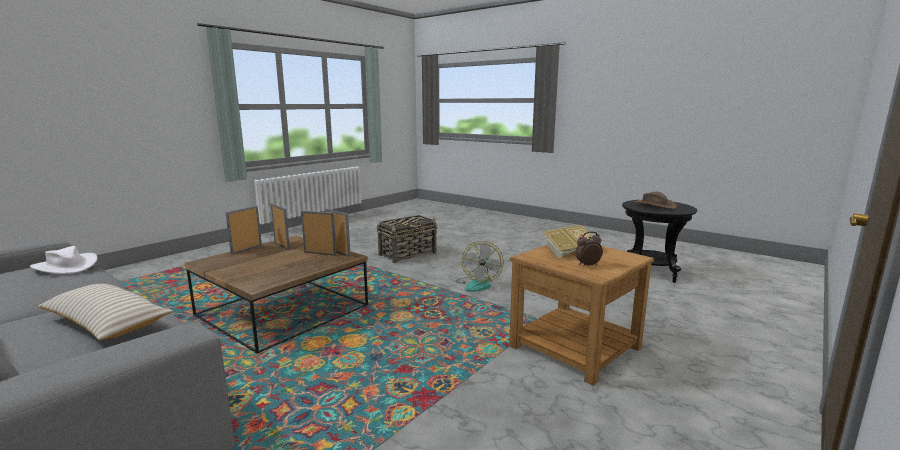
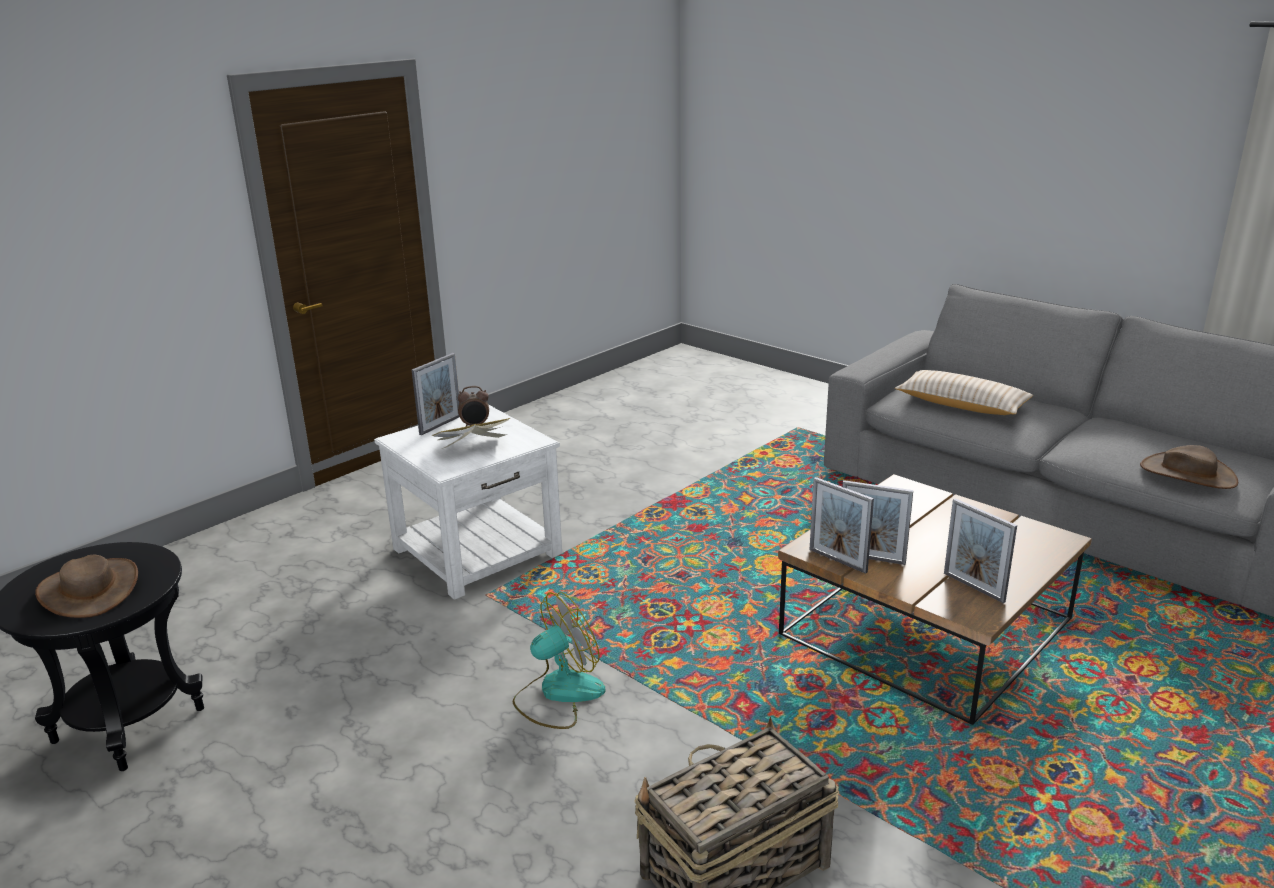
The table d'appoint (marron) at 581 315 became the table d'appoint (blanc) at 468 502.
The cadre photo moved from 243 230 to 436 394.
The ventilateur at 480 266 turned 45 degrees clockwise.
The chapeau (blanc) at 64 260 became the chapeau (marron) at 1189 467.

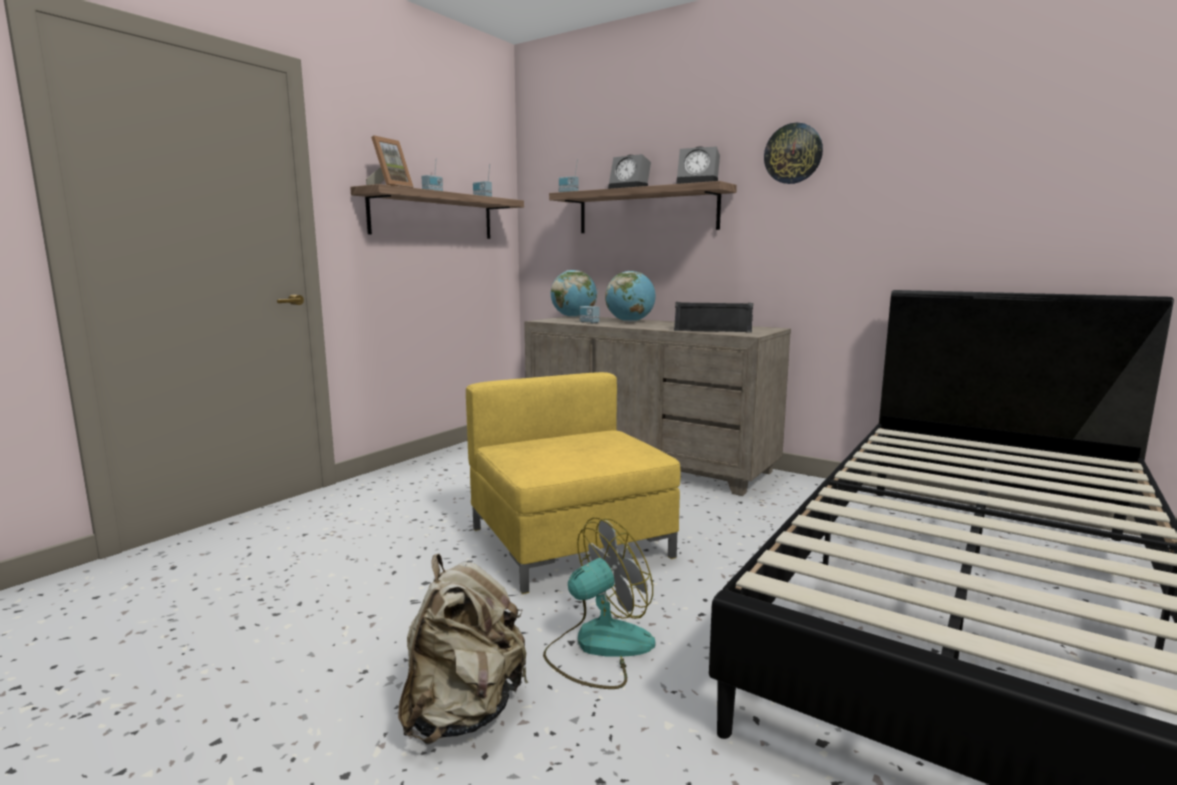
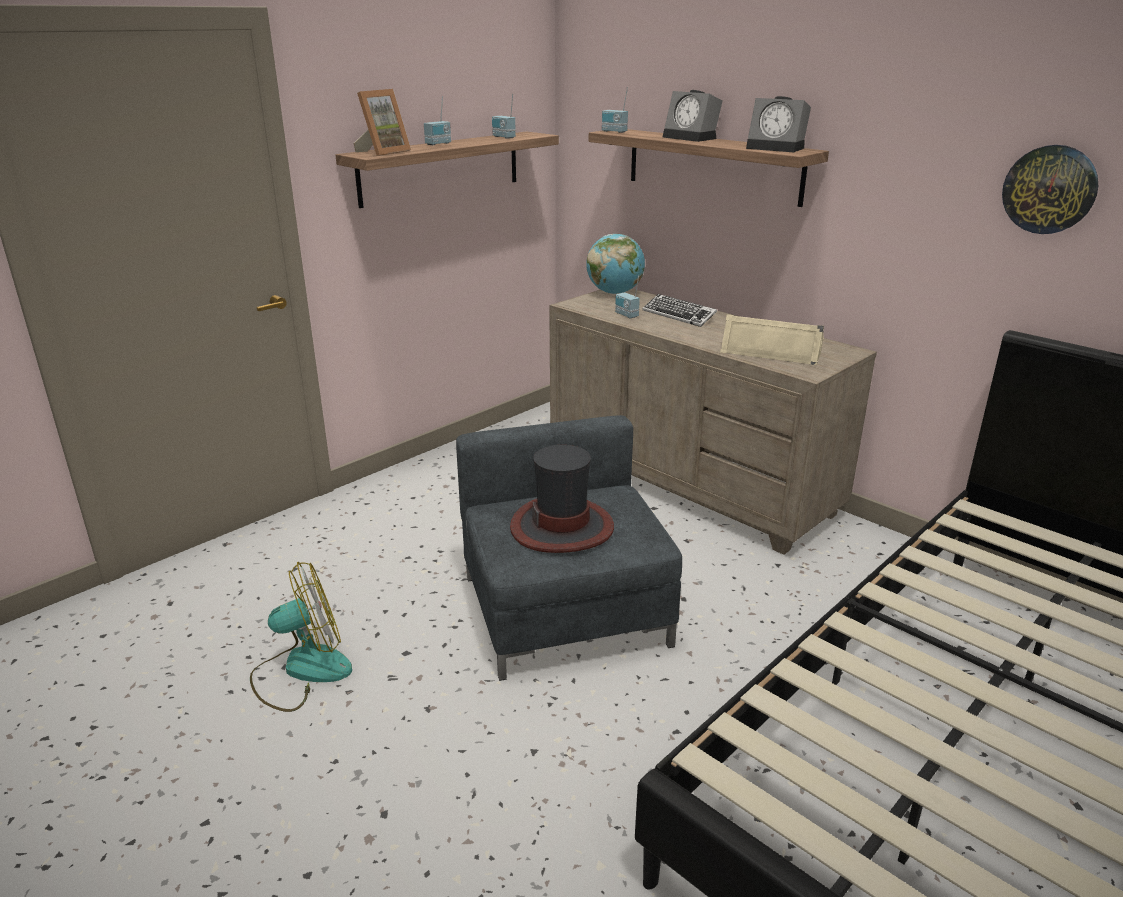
The ventilateur moved from 599 603 to 301 637.
The fauteuil (jaune) at 573 483 became the fauteuil (gris) at 569 548.
The chapeau at 562 499 appeared.
The globe at 630 296 was replaced by the clavier at 679 310.
The enceinte (noir) at 713 317 became the enceinte (beige) at 772 339.
The horloge murale moved from 793 153 to 1050 189.
The sac à dos (beige) at 463 649 disappeared.

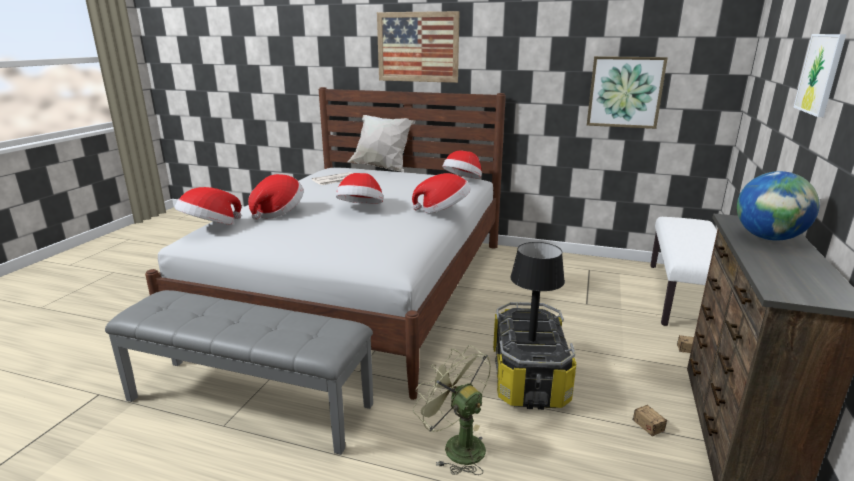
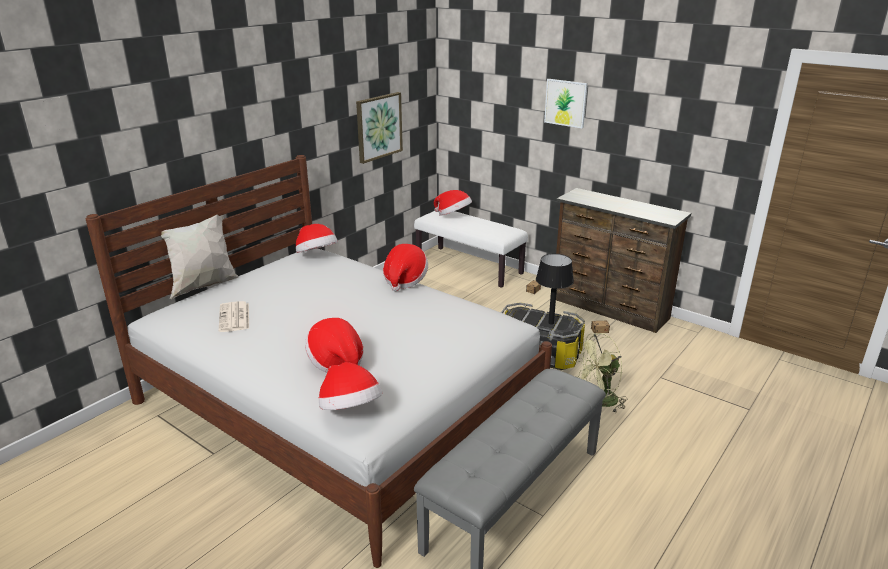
The chapeau moved from 359 188 to 453 203.
The tableau at 418 47 disappeared.
The globe at 778 206 disappeared.

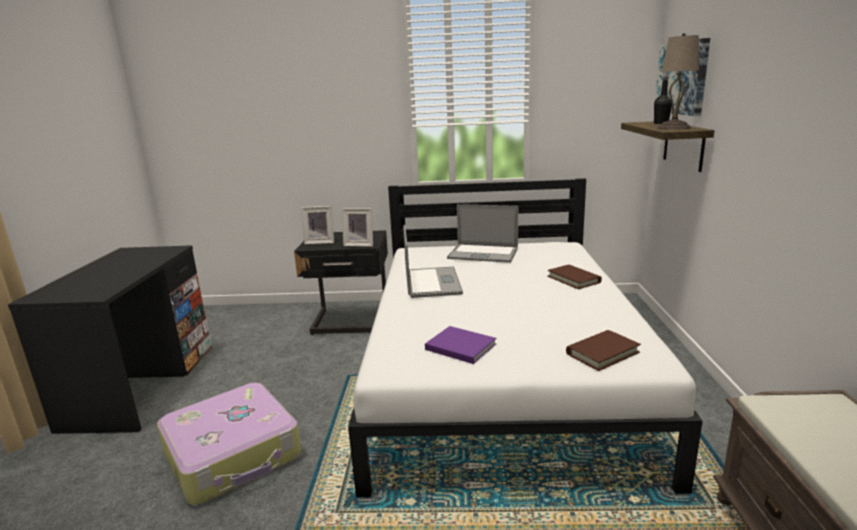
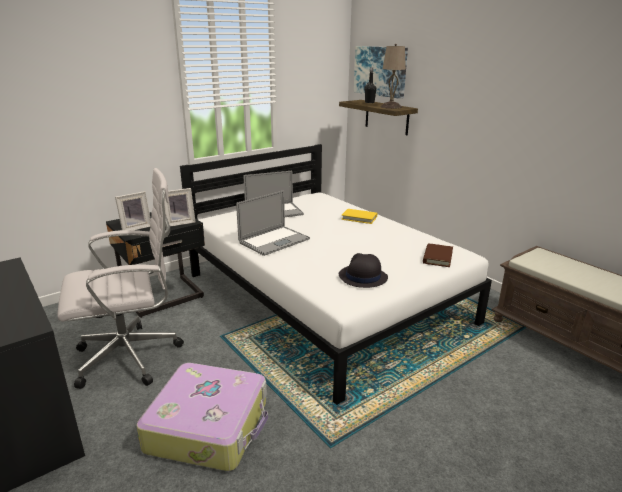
The chaise de bureau (blanc) at 120 278 appeared.
The ordinateur portable at 433 261 turned 90 degrees clockwise.
The livre (violet) at 460 345 was replaced by the chapeau (noir) at 363 270.
The livre (marron) at 575 277 became the livre (jaune) at 359 216.

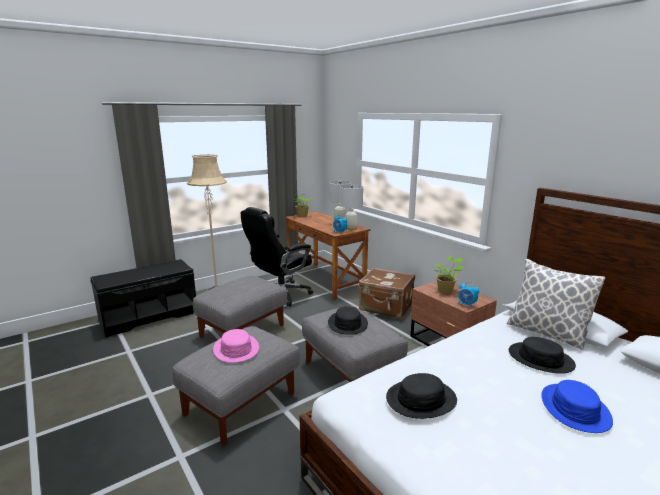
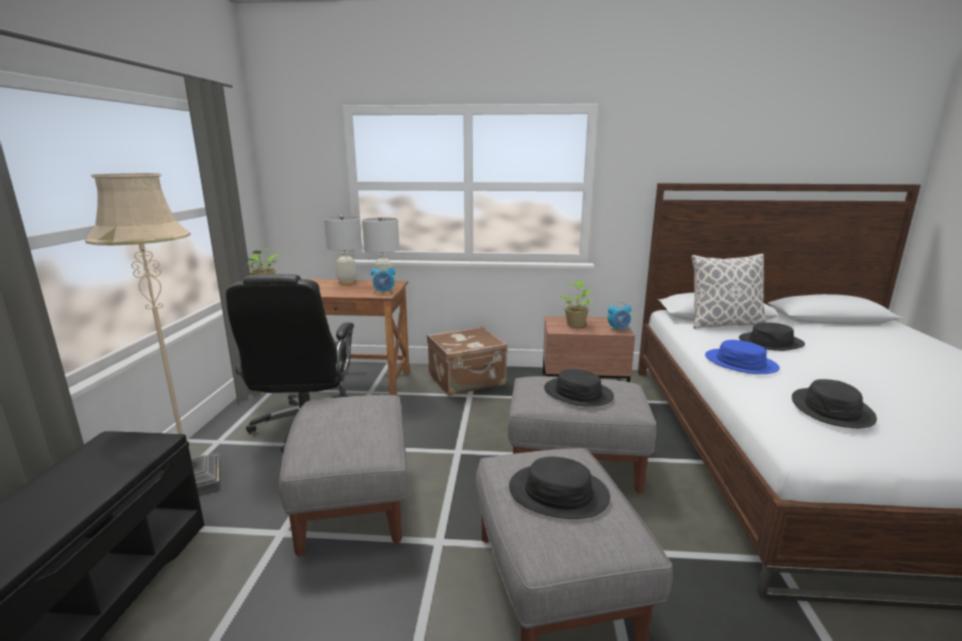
The chapeau (rose) at 236 346 became the chapeau (noir) at 559 488.
The chapeau (bleu) moved from 577 406 to 742 357.

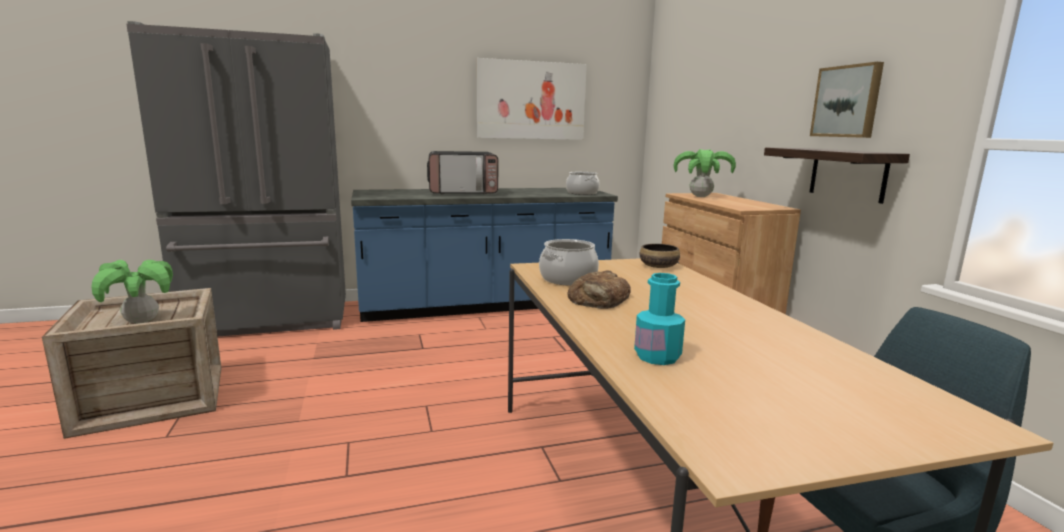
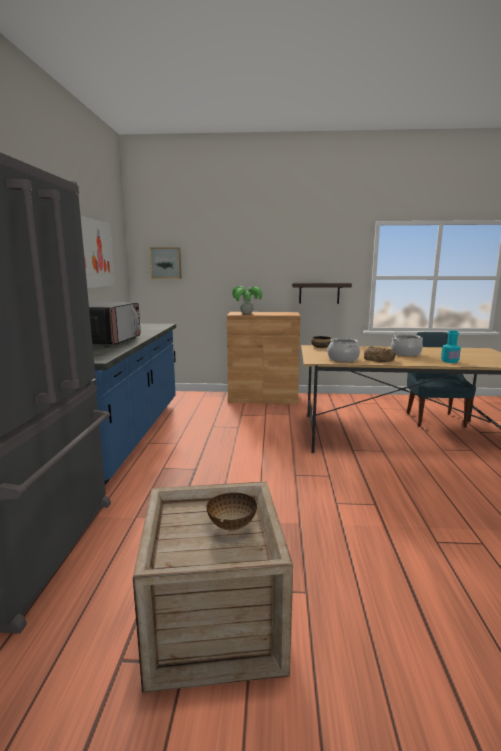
The tableau moved from 847 100 to 165 263.
The plante en pot at 132 292 was replaced by the bol at 231 511.
The marmite moved from 583 183 to 407 345.

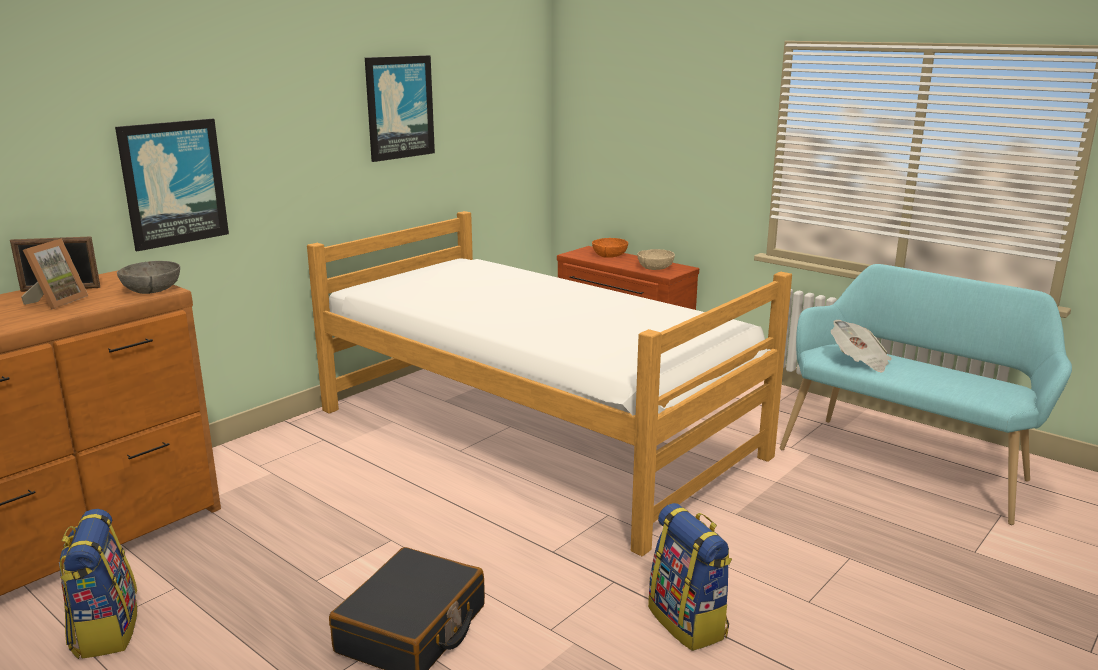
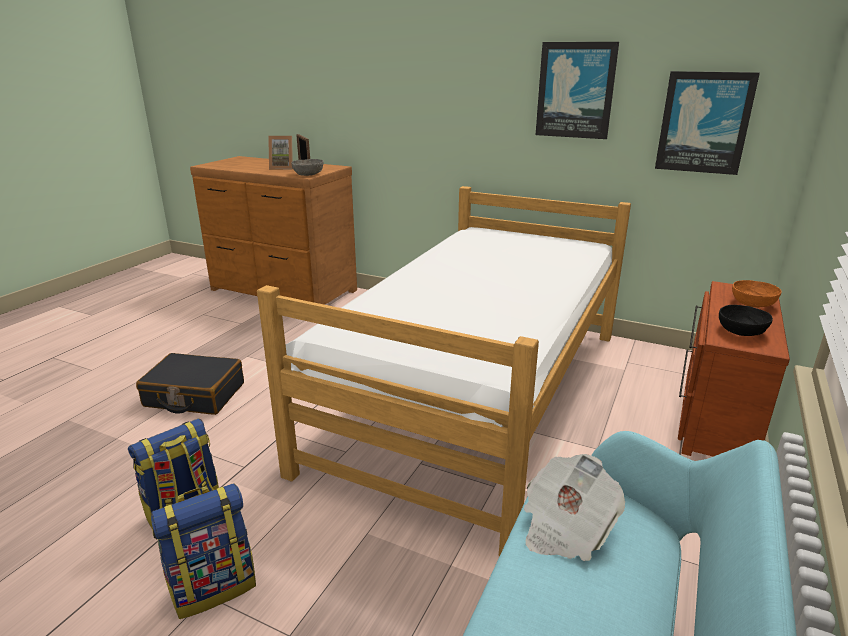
The sac à dos moved from 98 584 to 203 551.
The tableau moved from 172 185 to 707 123.
The bol (beige) at 656 259 became the bol (noir) at 746 320.

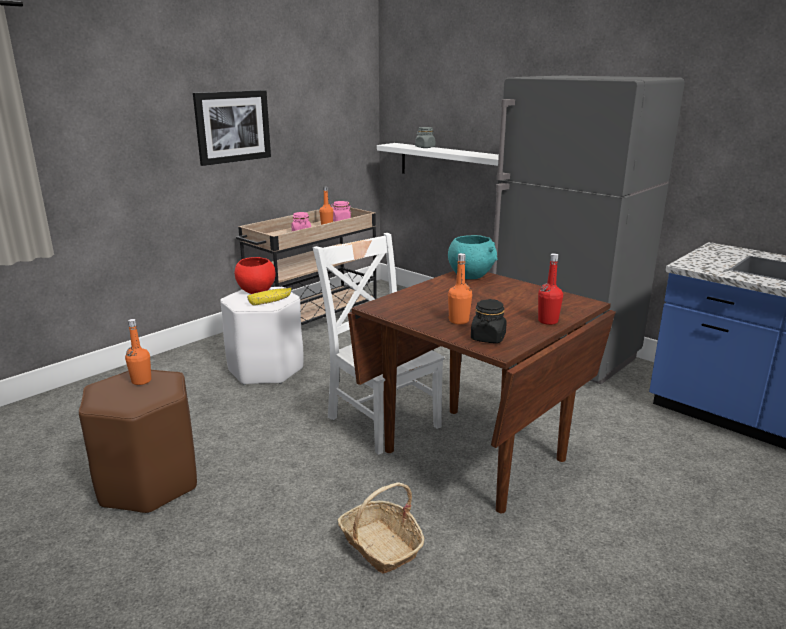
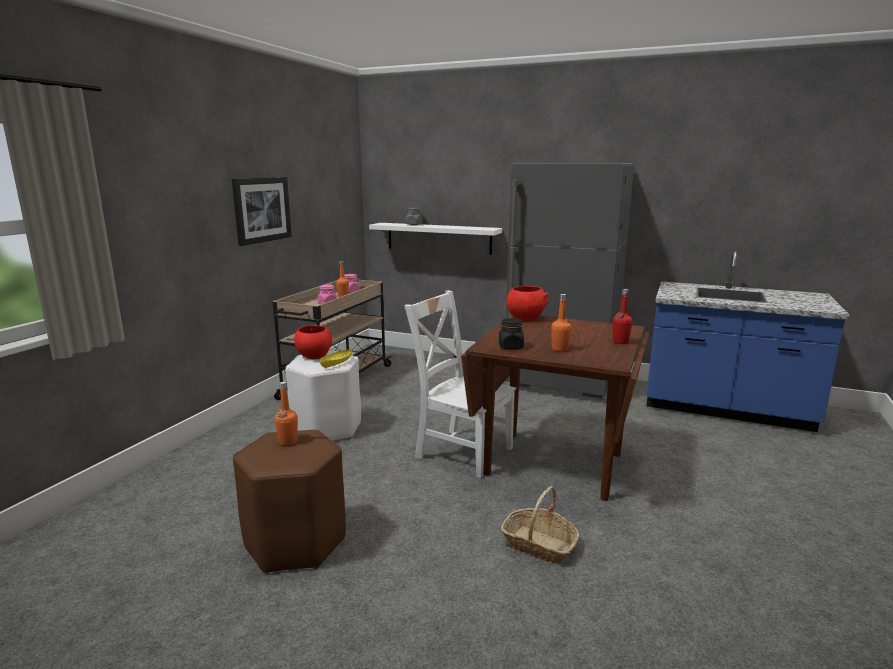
The bocal (noir) moved from 489 321 to 511 333.
The bol (turquoise) at 472 257 became the bol (rouge) at 528 303.

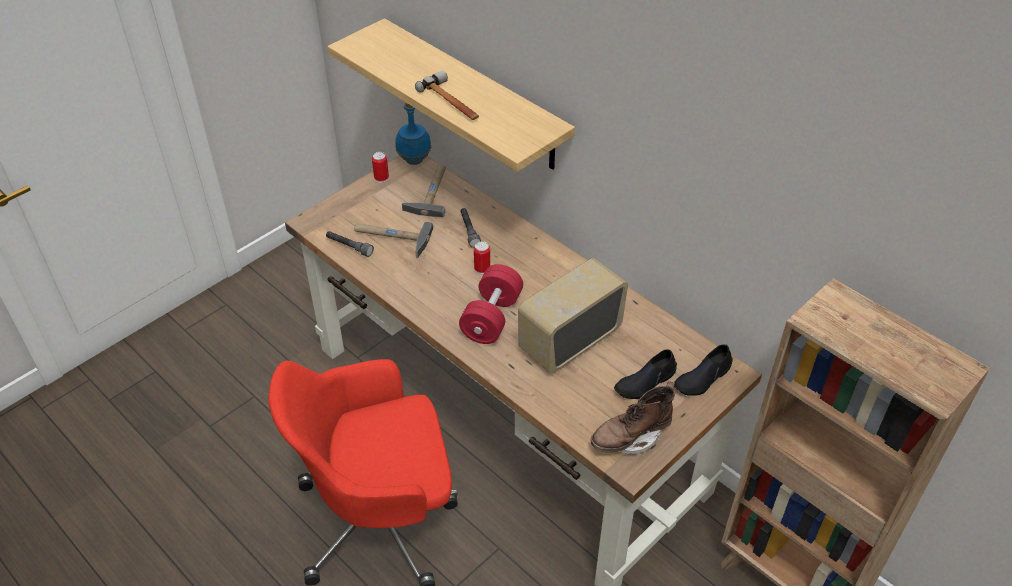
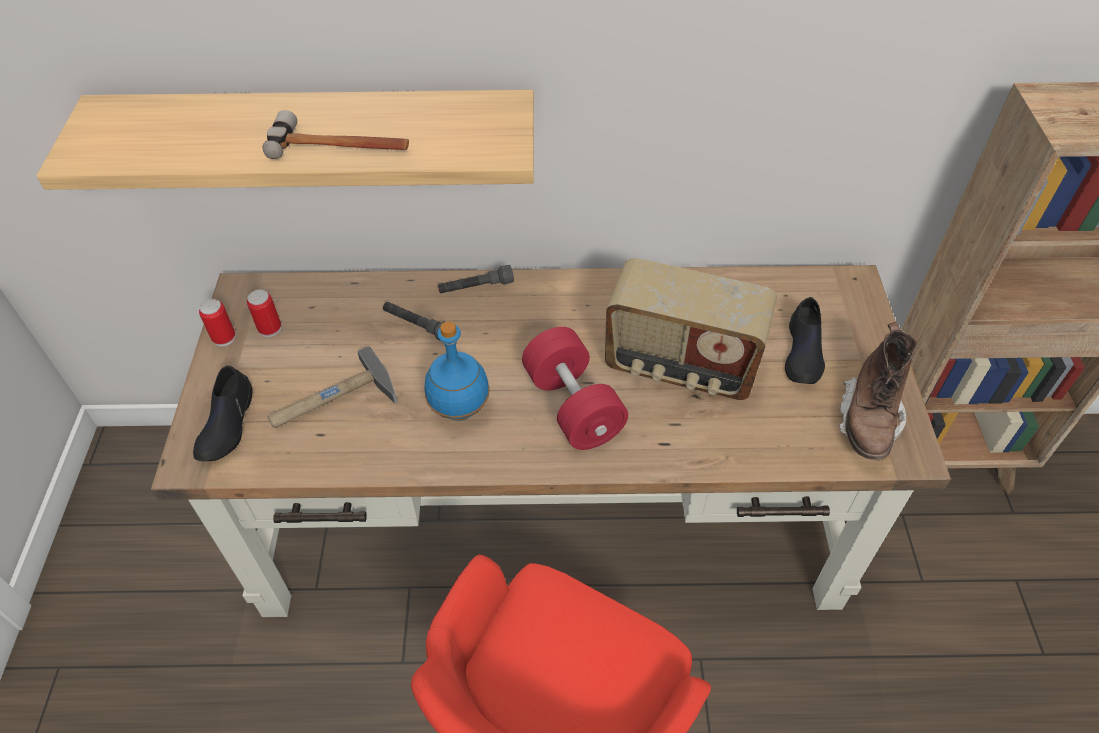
The chaussure (noir) moved from 703 370 to 222 413.
The boîte métallique moved from 482 257 to 264 313.
The bouteille (bleu) moved from 413 134 to 456 371.
The lampe de poche (gris) moved from 350 244 to 476 279.
The radio at 573 316 turned 75 degrees counterclockwise.
The marteau at 424 190 disappeared.

